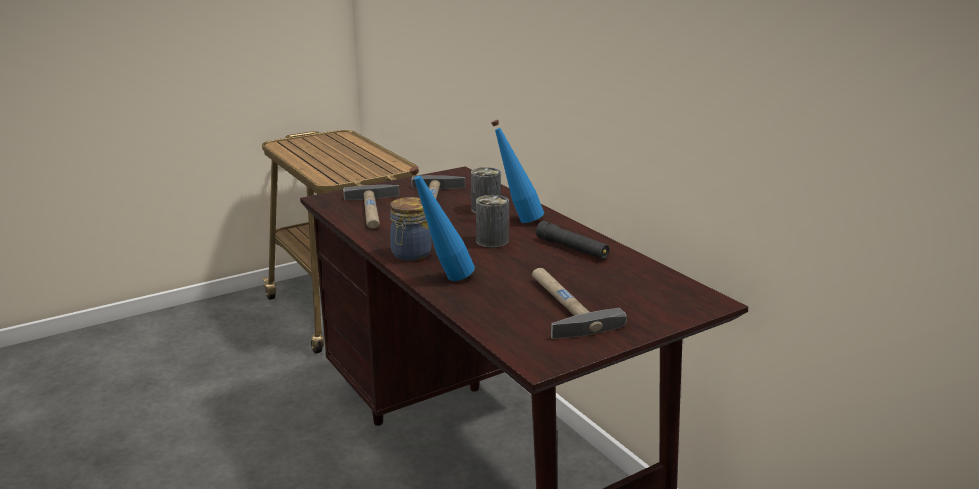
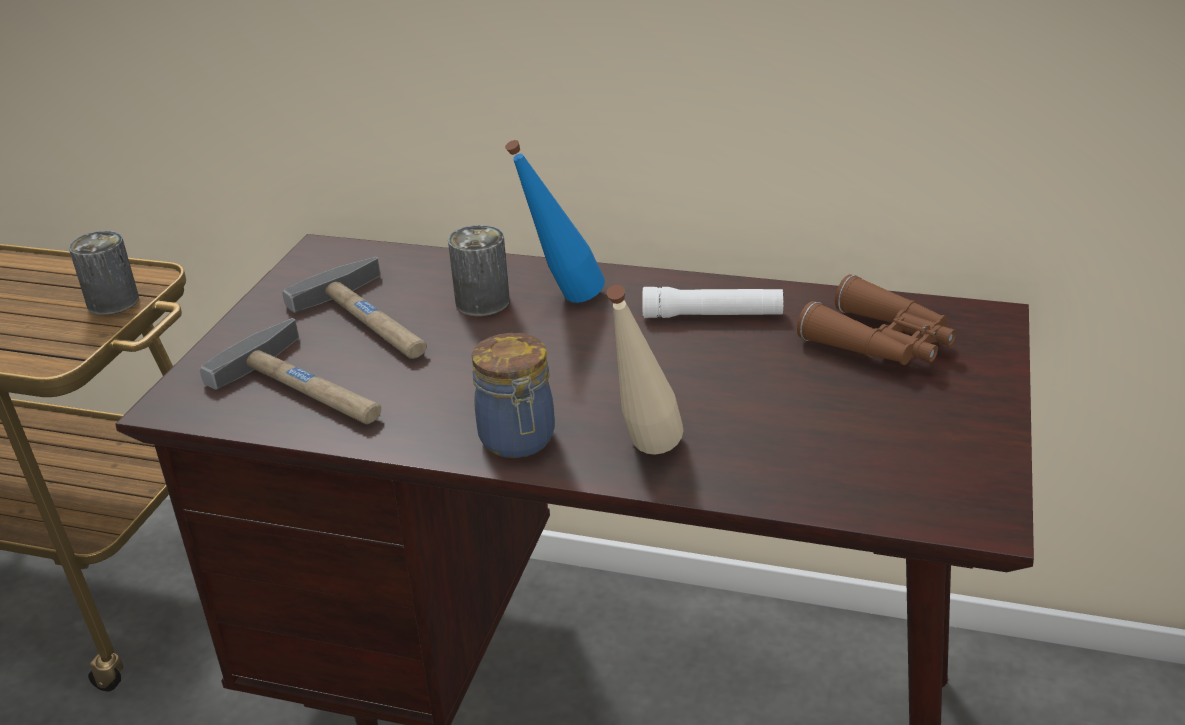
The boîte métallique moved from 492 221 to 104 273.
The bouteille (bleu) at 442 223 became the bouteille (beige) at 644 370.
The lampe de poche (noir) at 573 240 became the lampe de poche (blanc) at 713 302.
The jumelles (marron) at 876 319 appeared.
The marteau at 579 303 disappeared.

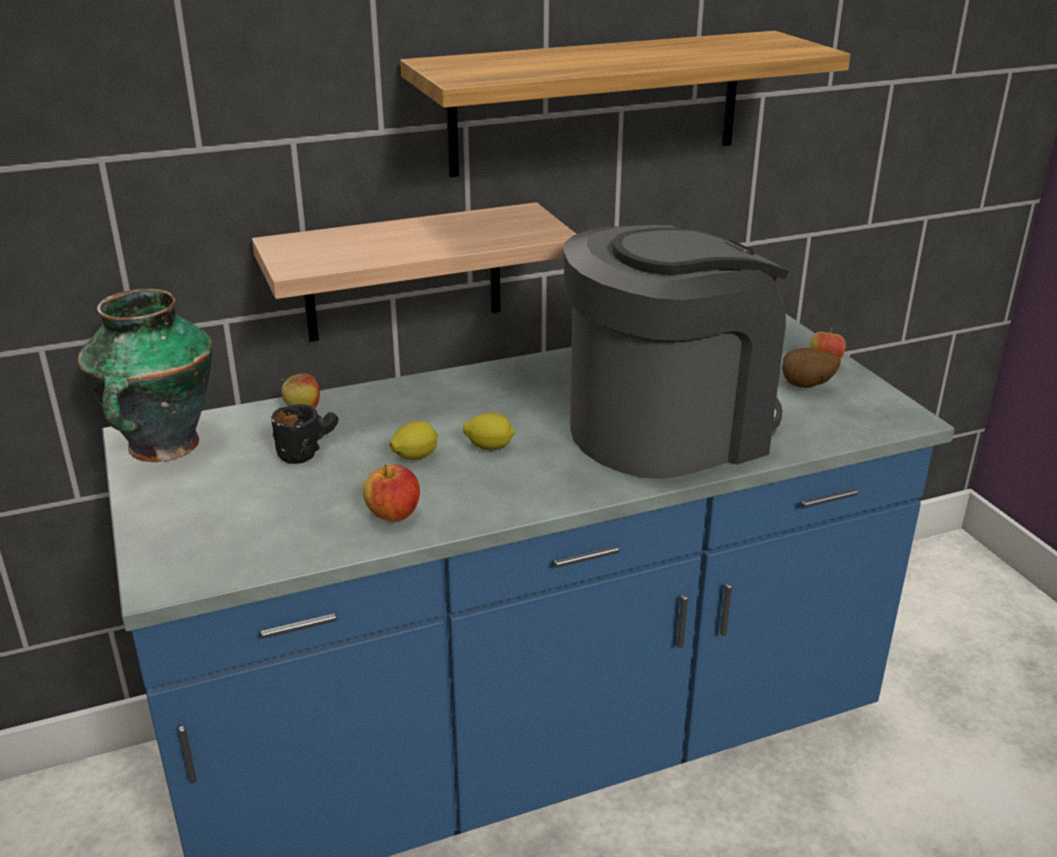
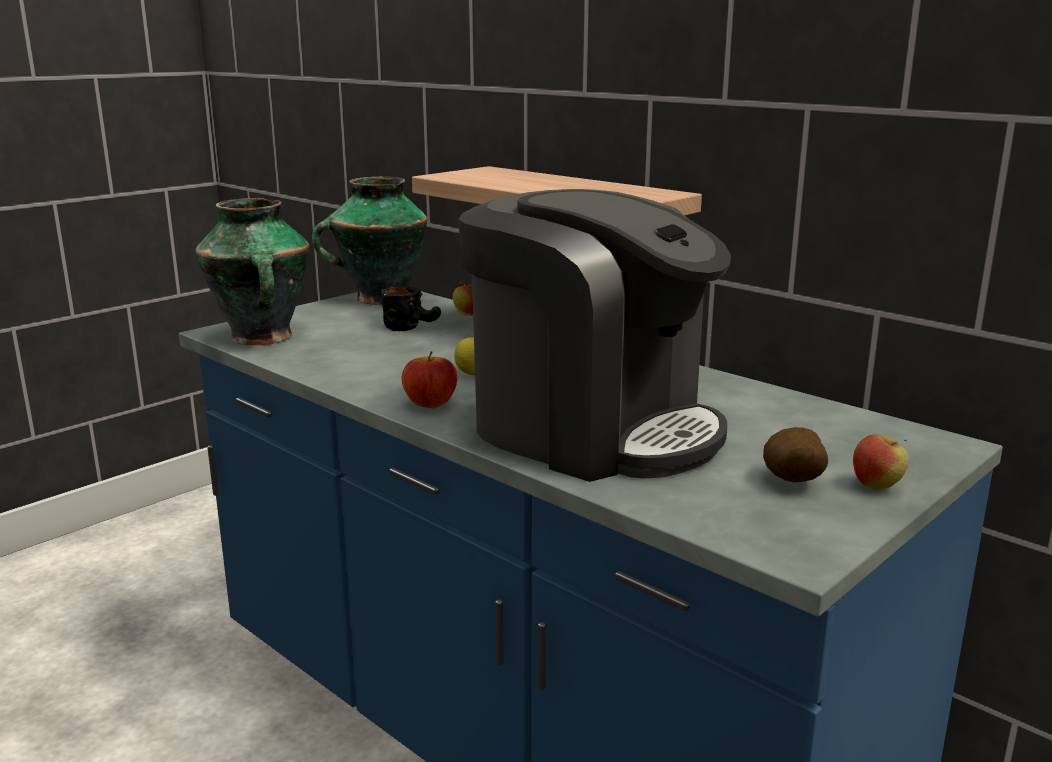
The vase at 252 271 appeared.
The pomme moved from 391 493 to 429 380.
The citron at 413 440 disappeared.
The étagère at 625 104 disappeared.

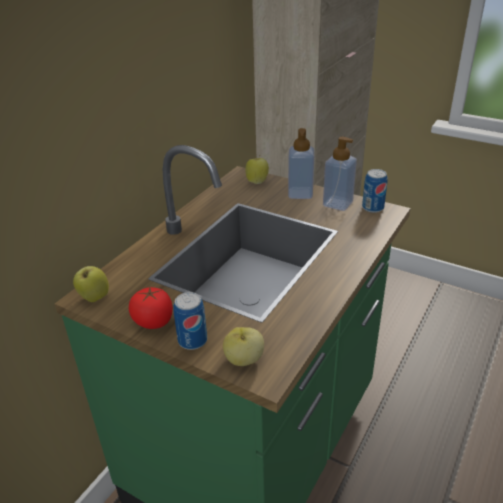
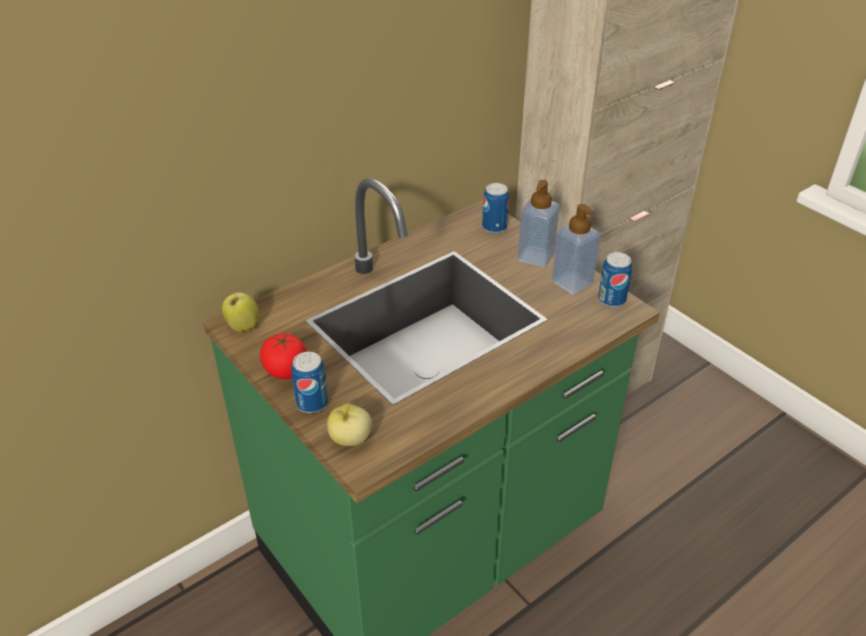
The pomme at 257 171 was replaced by the boîte métallique at 495 208.

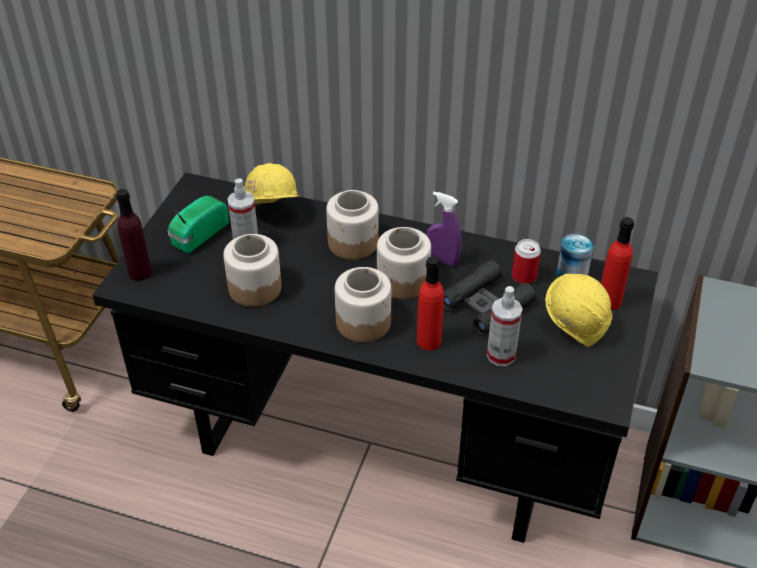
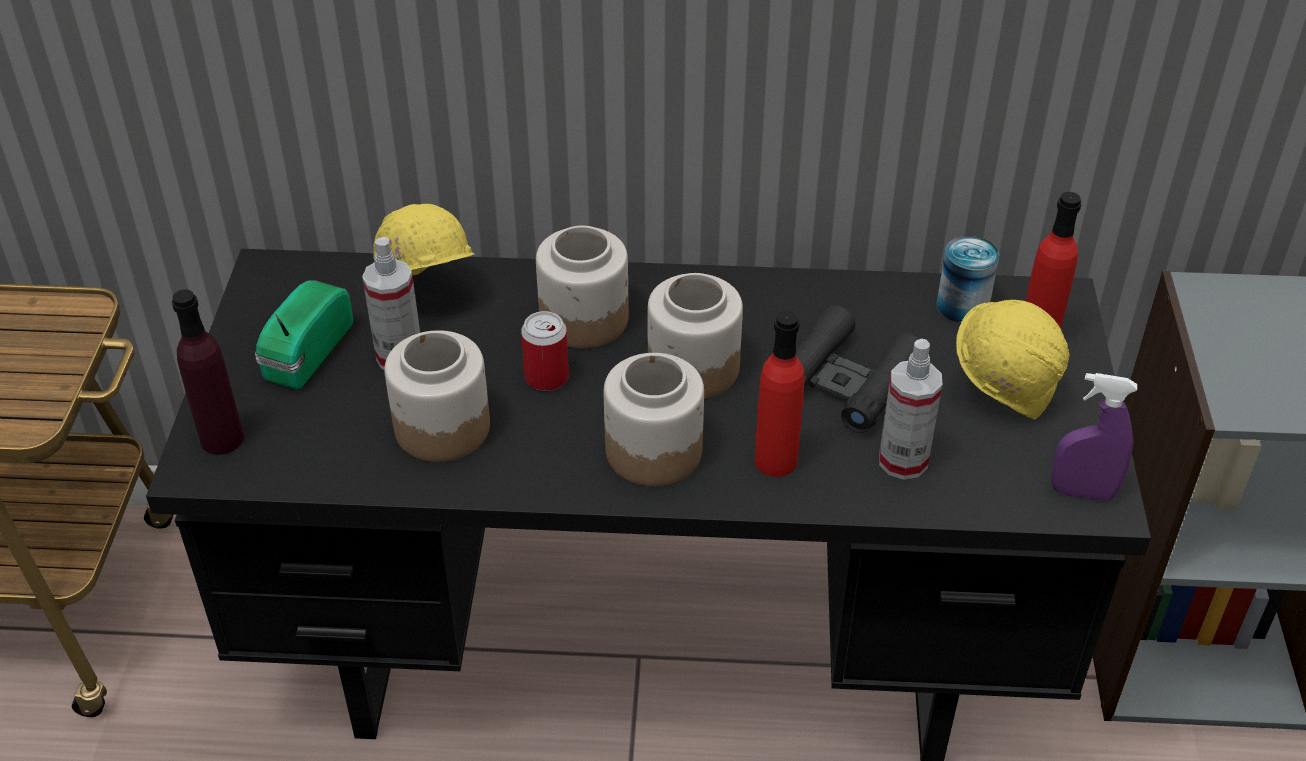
The boîte métallique moved from 526 261 to 545 351.
The vaporisateur (violet) moved from 444 229 to 1094 437.

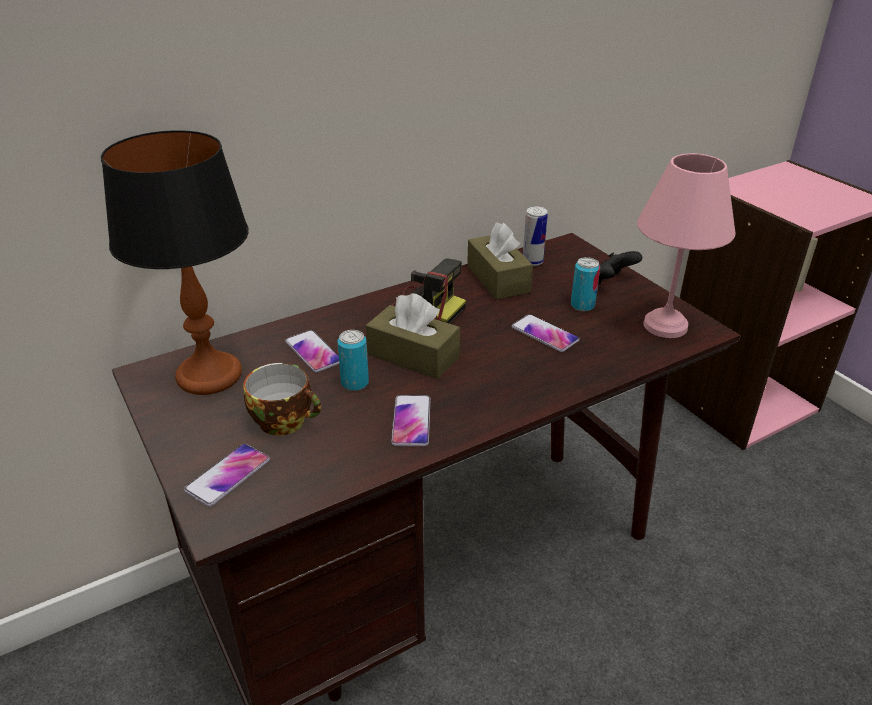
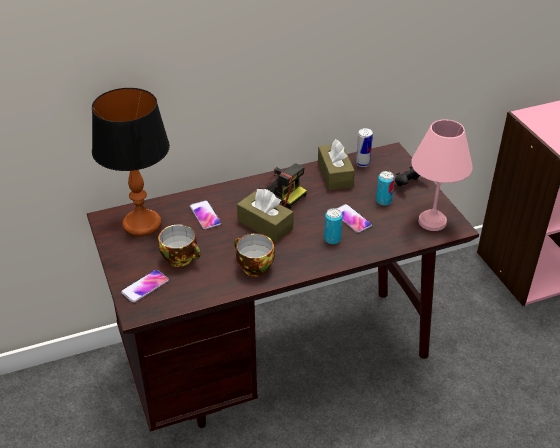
The téléphone at 410 420 was replaced by the tasse at 254 255.
The boîte métallique moved from 353 360 to 333 226.

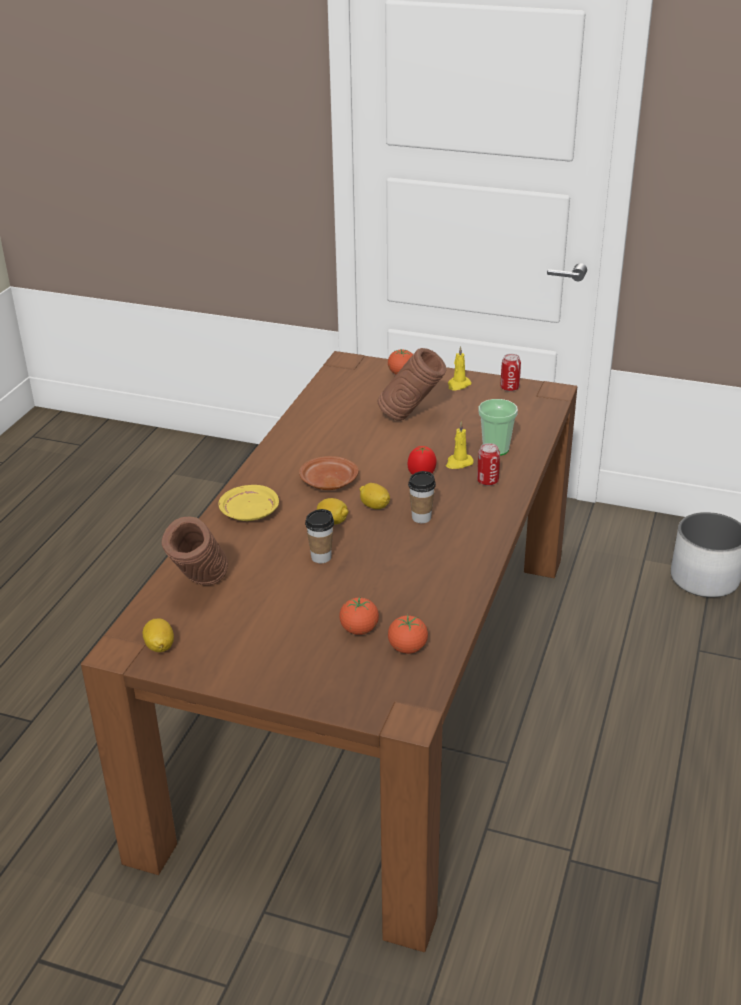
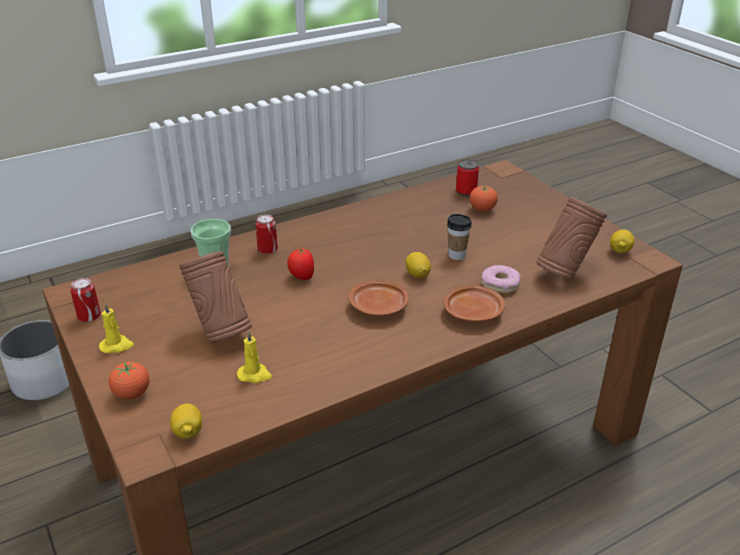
The citron moved from 375 496 to 186 421.
The bougie (jaune) moved from 459 445 to 254 357.
The assiette (jaune) at 248 503 became the assiette (marron) at 474 303.
The tomate at 408 634 was replaced by the boîte métallique at 467 178.
The beignet at 501 279 appeared.
The tasse at 422 497 disappeared.

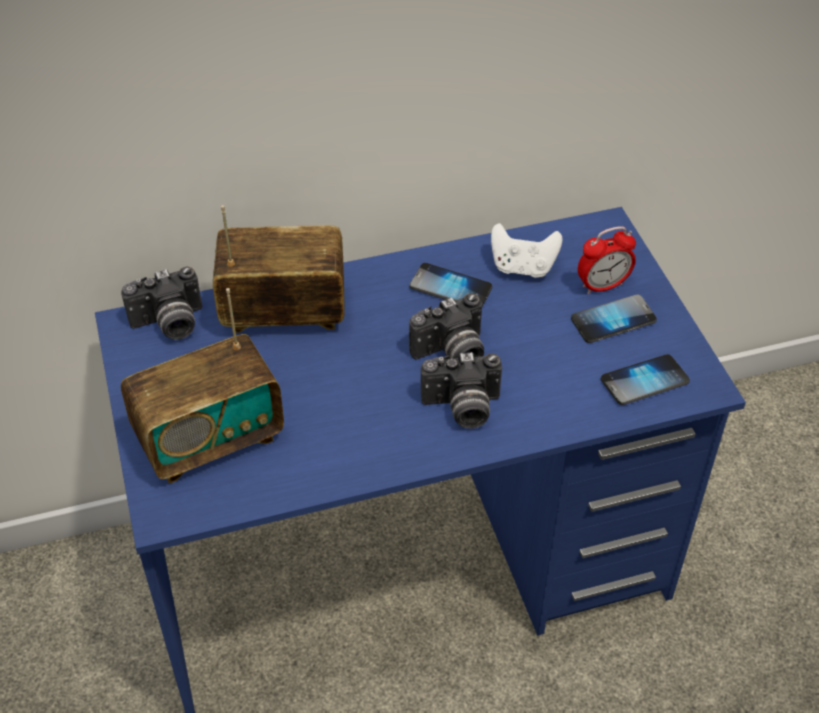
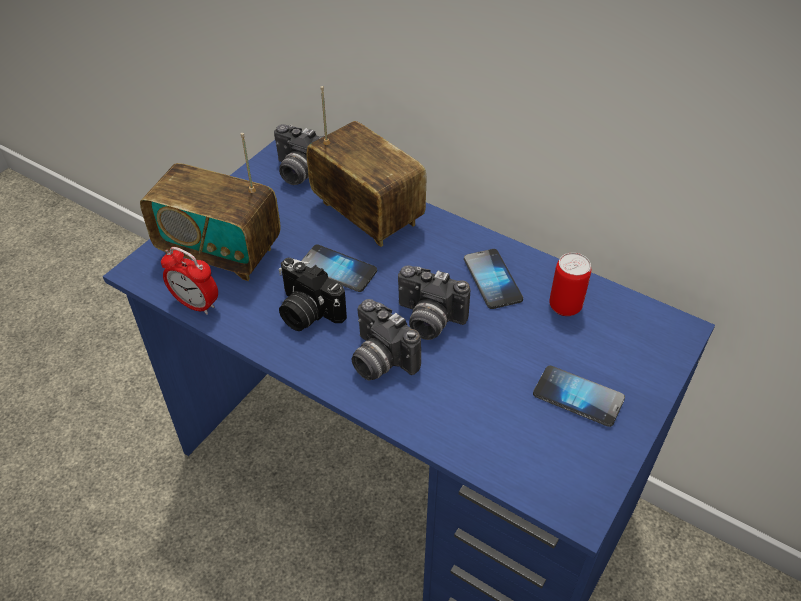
The réveil moved from 607 260 to 189 281.
The appareil photo at 312 294 appeared.
The téléphone moved from 645 379 to 339 268.
The manette (blanc) at 526 250 was replaced by the boîte métallique at 570 284.

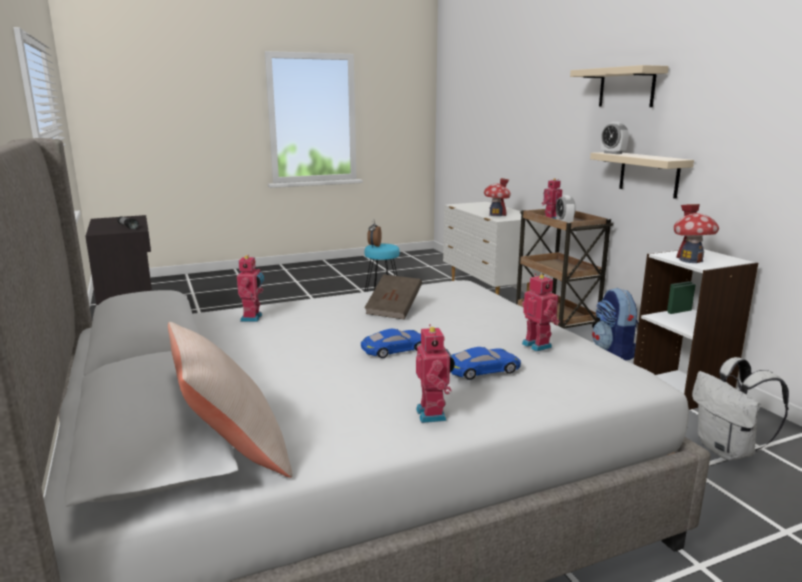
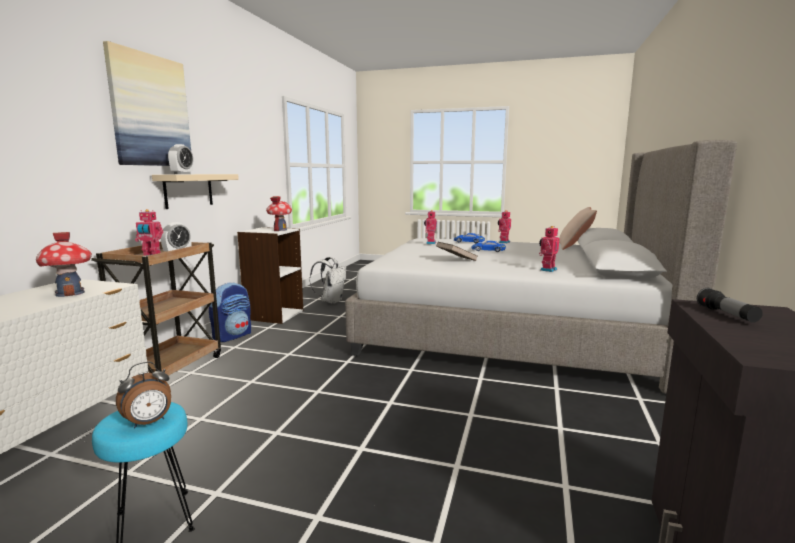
The étagère (beige) at 619 86 was replaced by the tableau at 147 103.

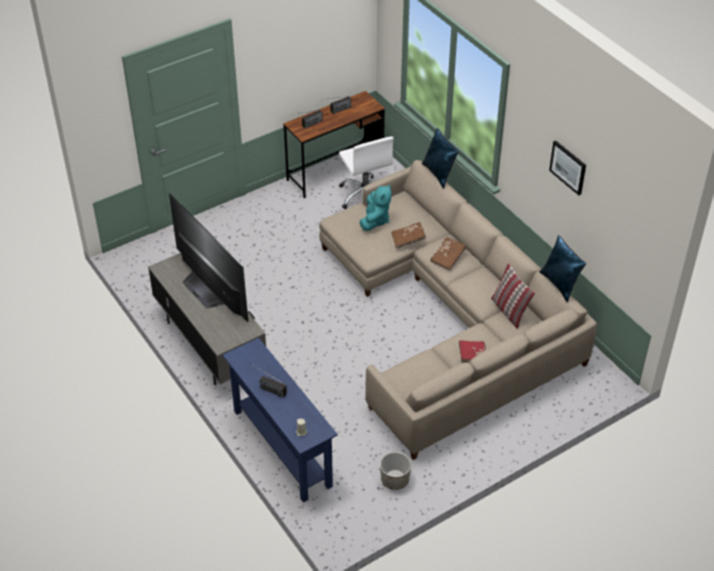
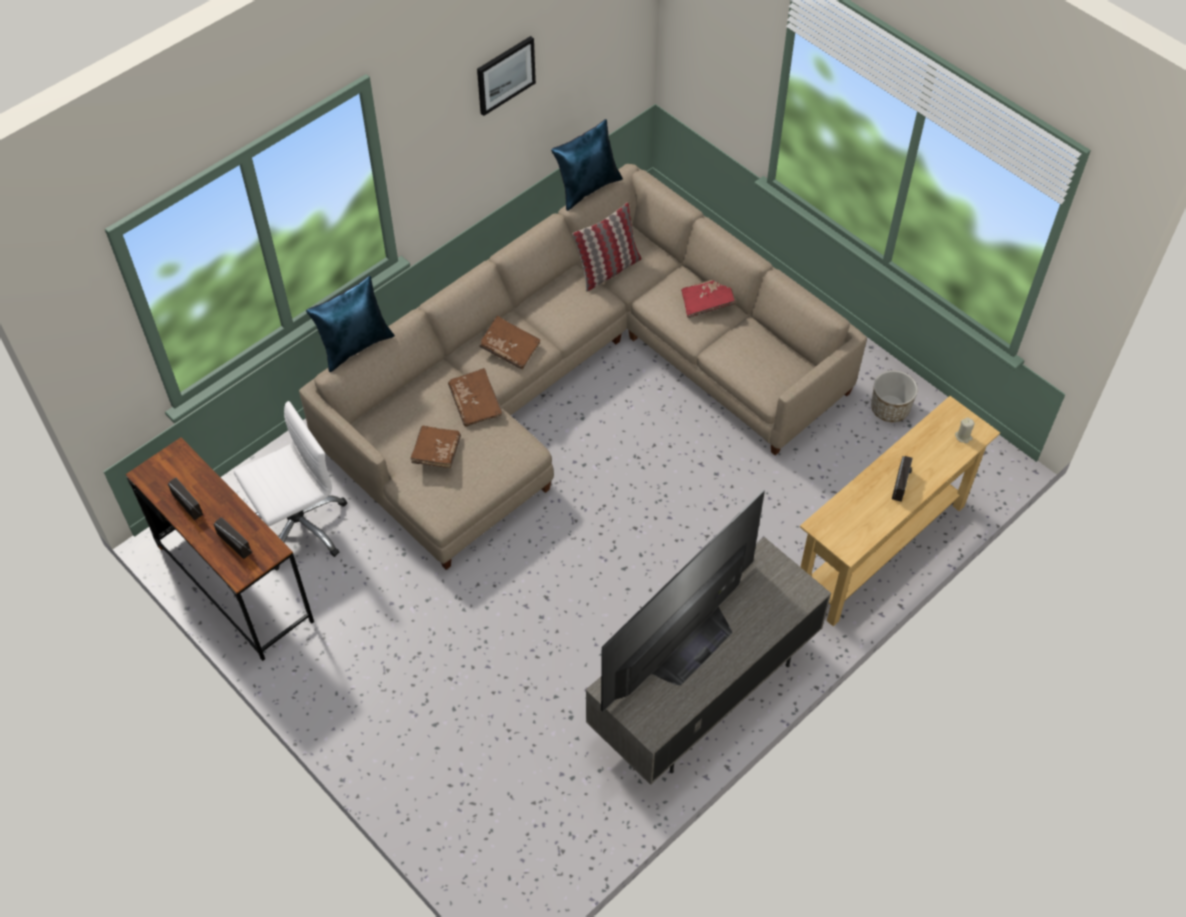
The peluche (turquoise) at 375 207 was replaced by the livre (marron) at 435 446.
The table console (bleu) at 280 420 became the table console (beige) at 900 511.

